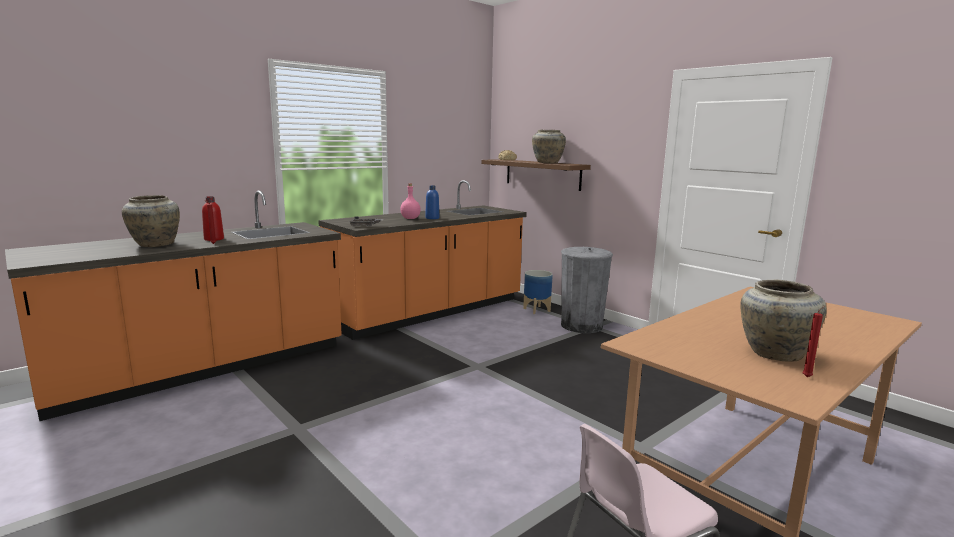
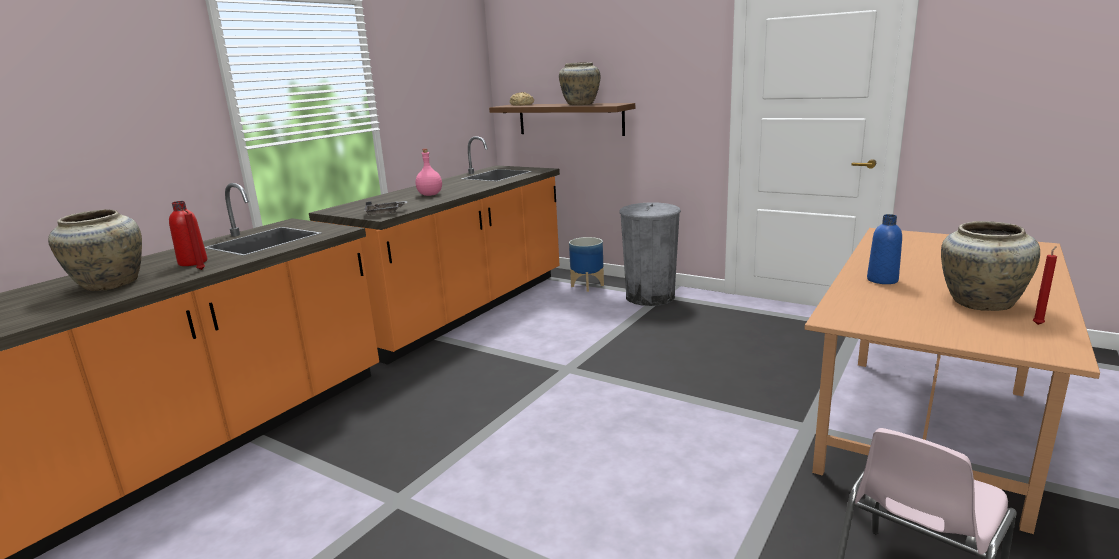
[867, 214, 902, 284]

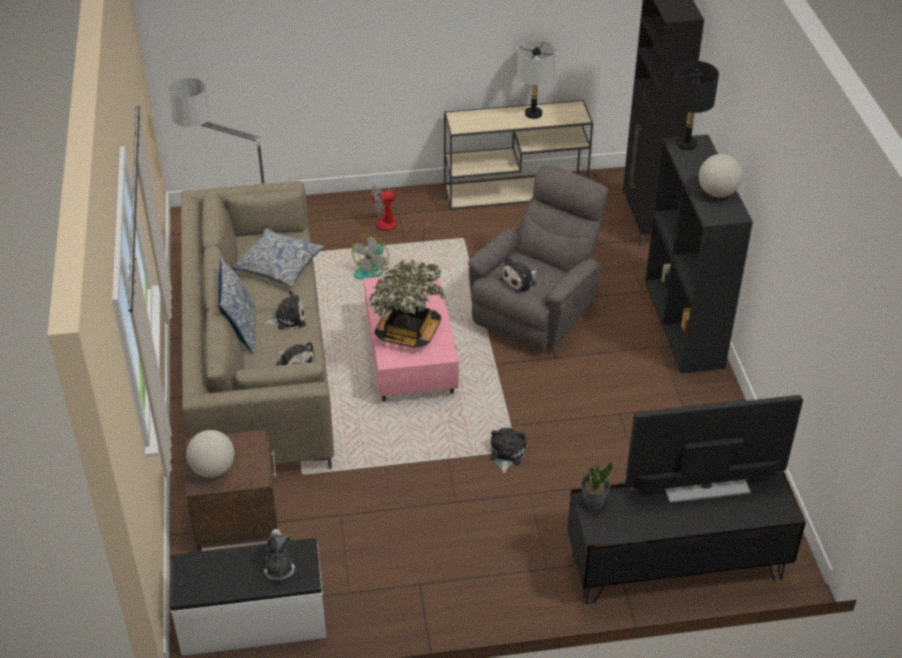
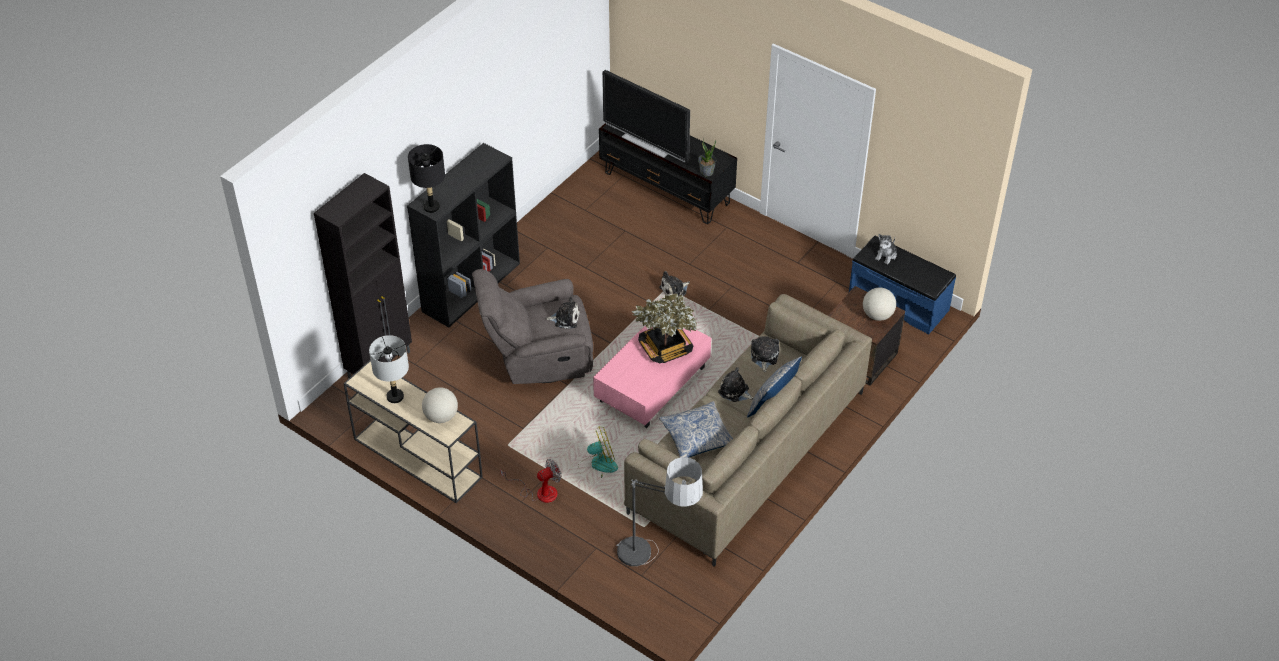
[422, 387, 458, 423]
[849, 235, 956, 334]
[500, 459, 561, 503]

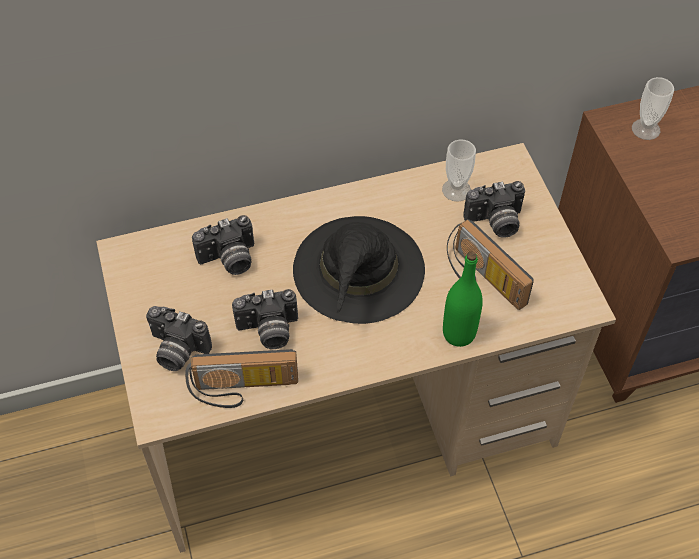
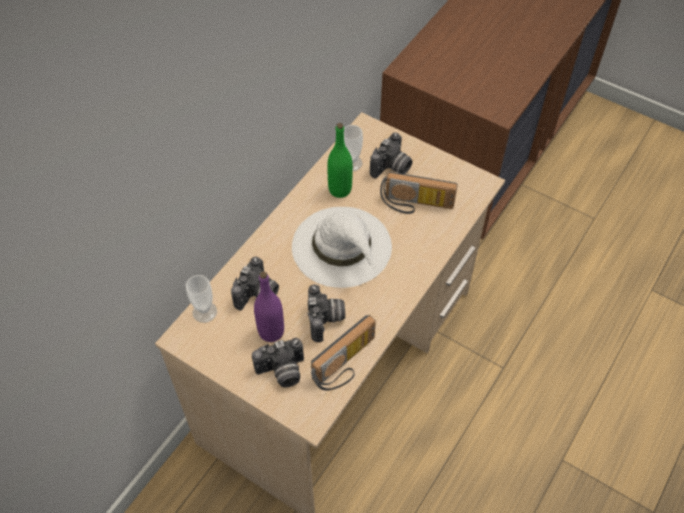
[254, 271, 284, 342]
[327, 123, 353, 198]
[186, 275, 217, 323]
[292, 207, 392, 288]
[308, 284, 345, 342]

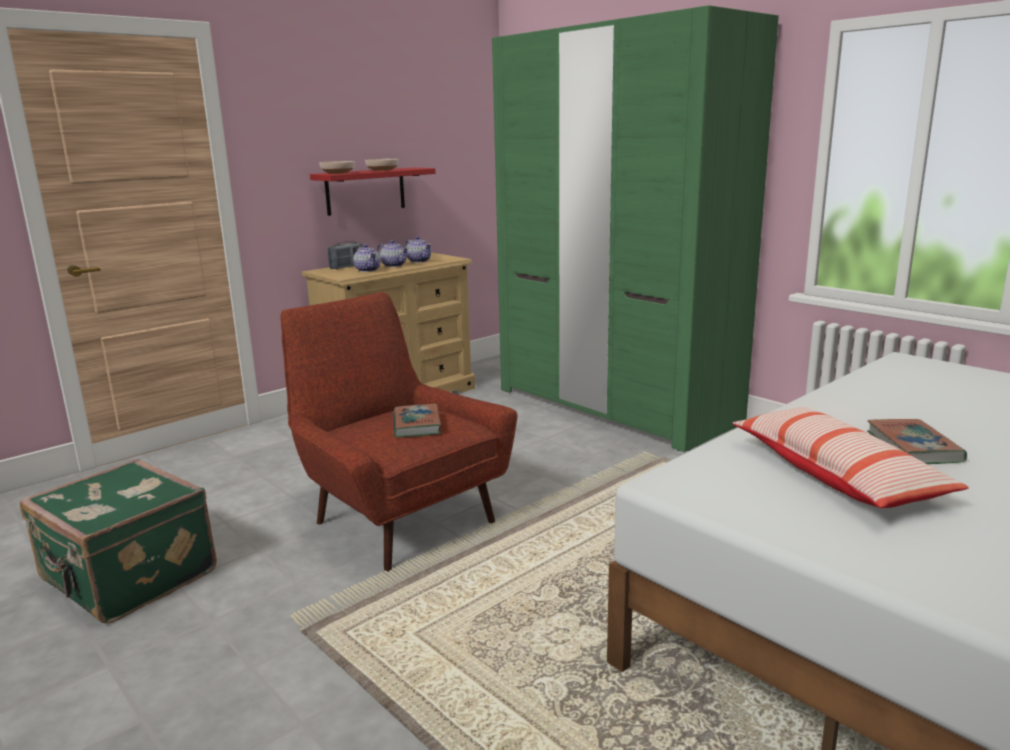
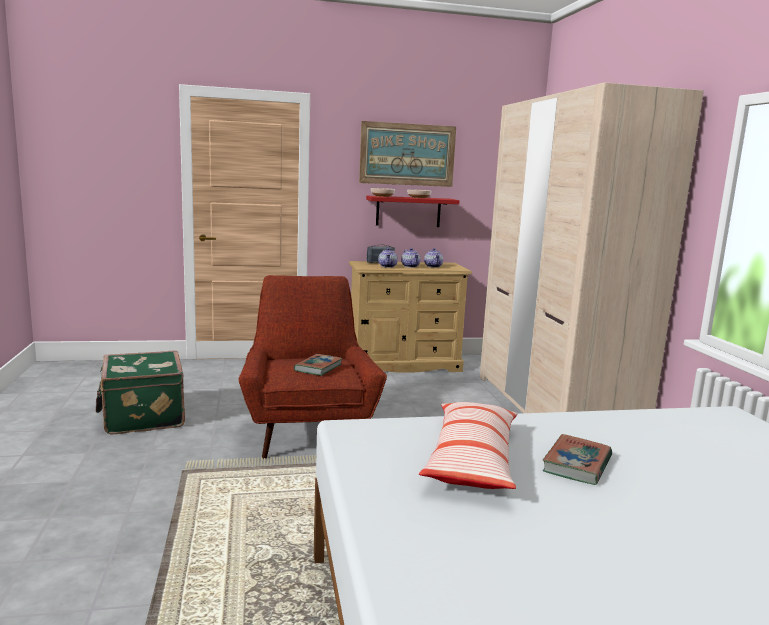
[359, 121, 456, 187]
[480, 82, 704, 413]

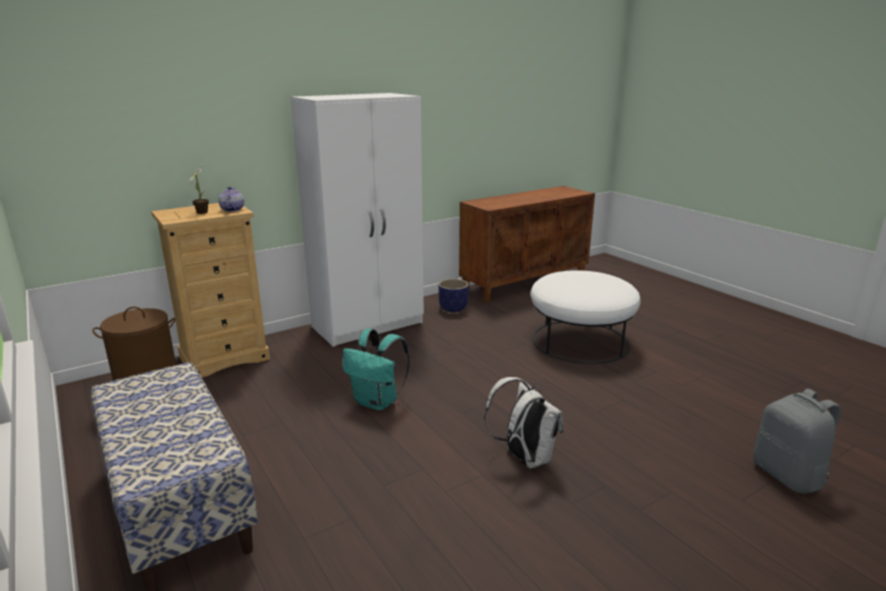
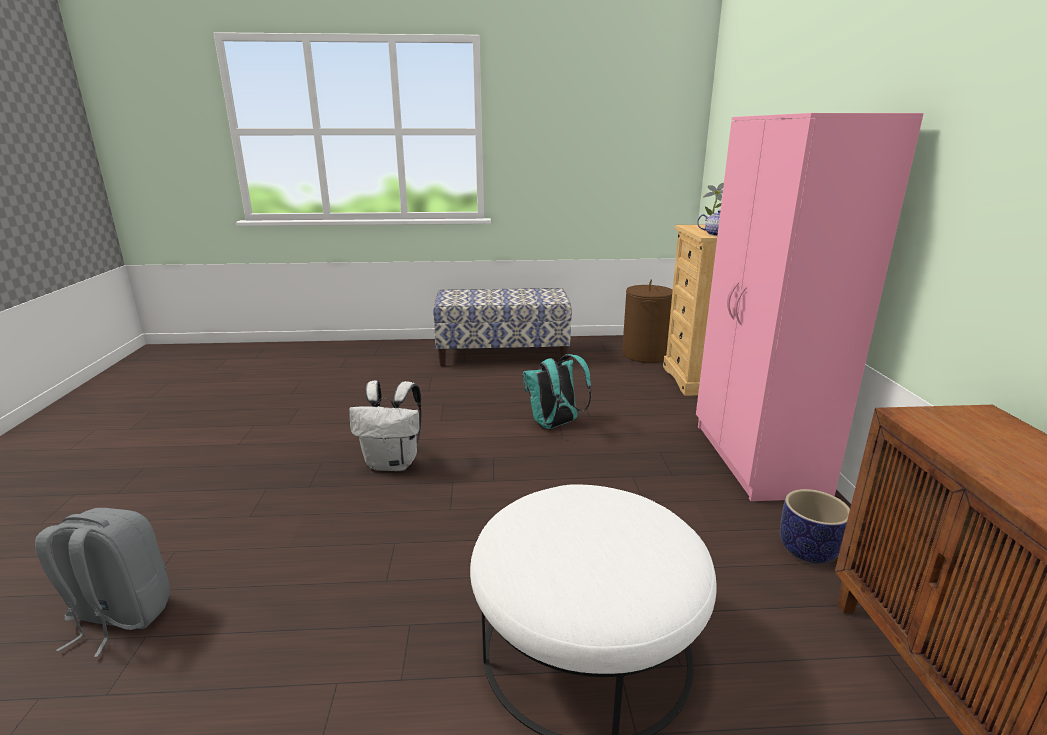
[696, 113, 924, 501]

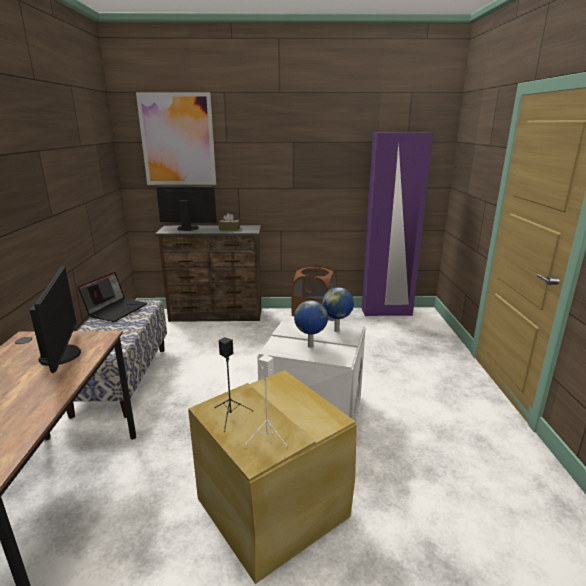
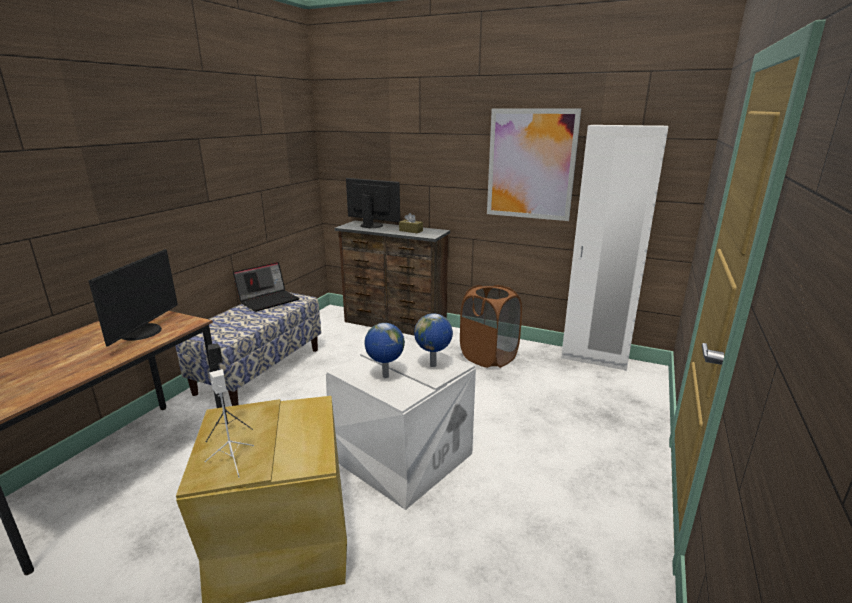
[487, 109, 581, 221]
[561, 125, 669, 371]

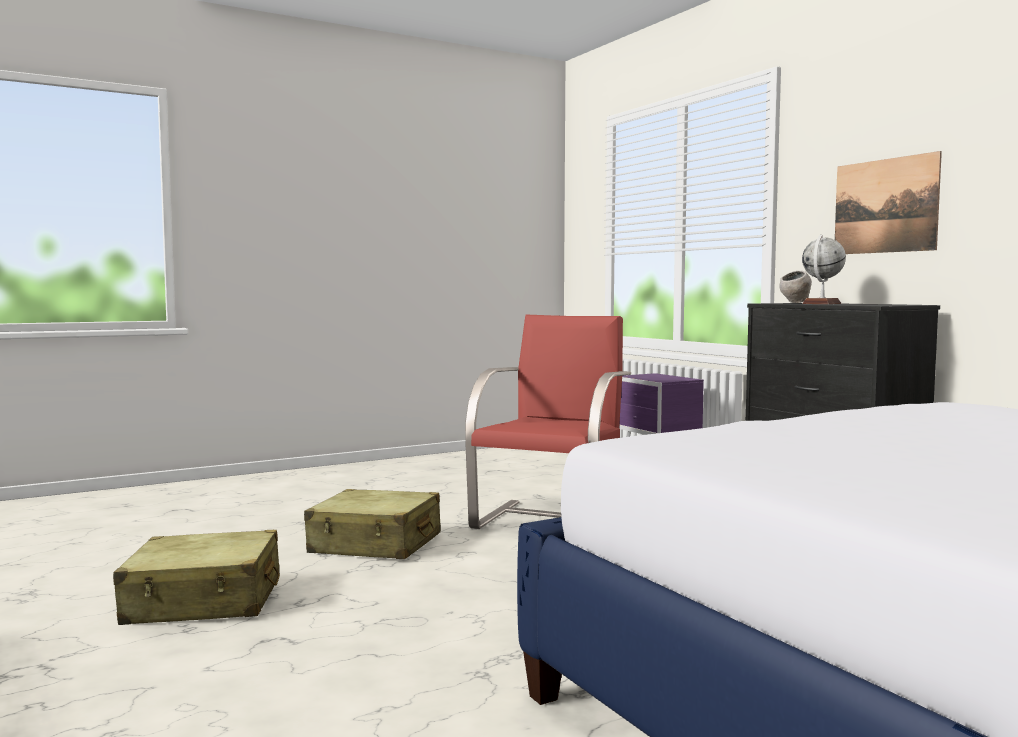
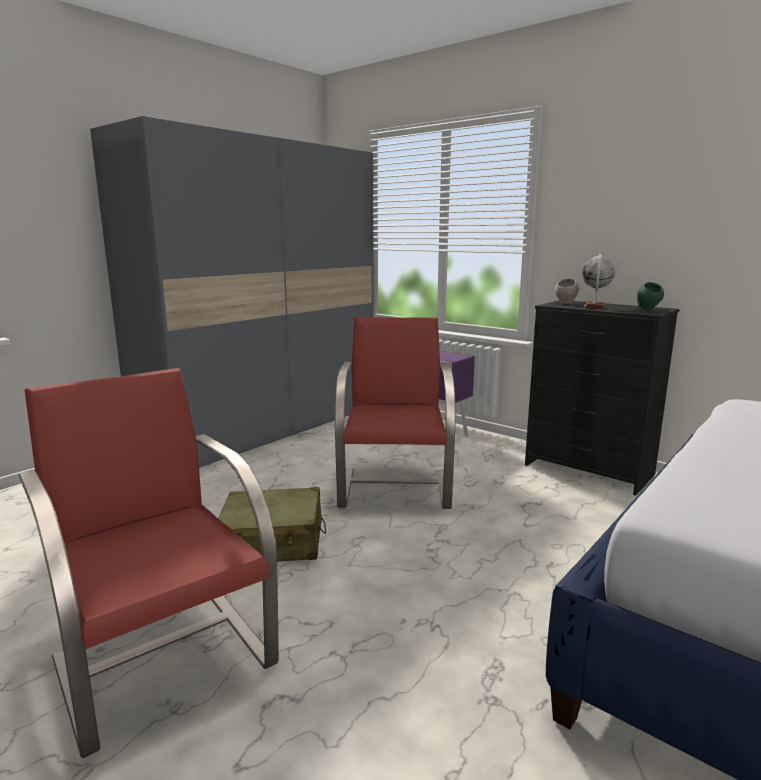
[835, 151, 942, 254] (first image)
[90, 116, 374, 468]
[637, 282, 664, 310]
[19, 368, 279, 758]

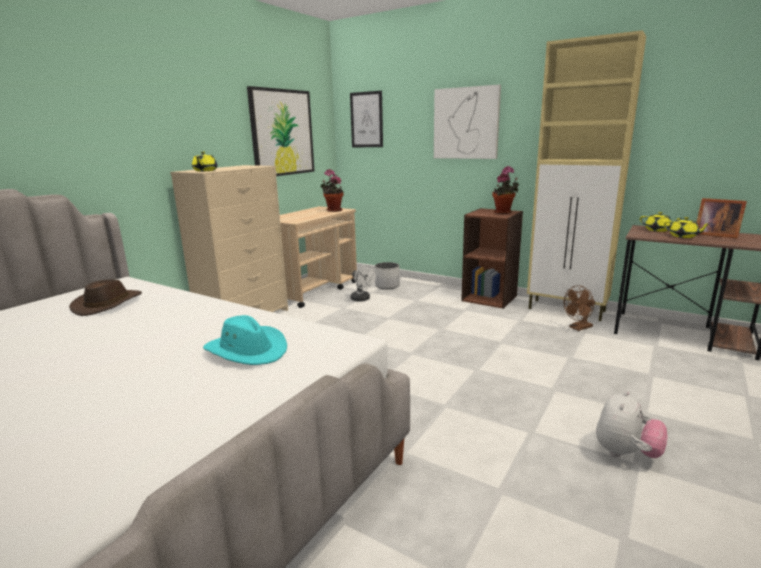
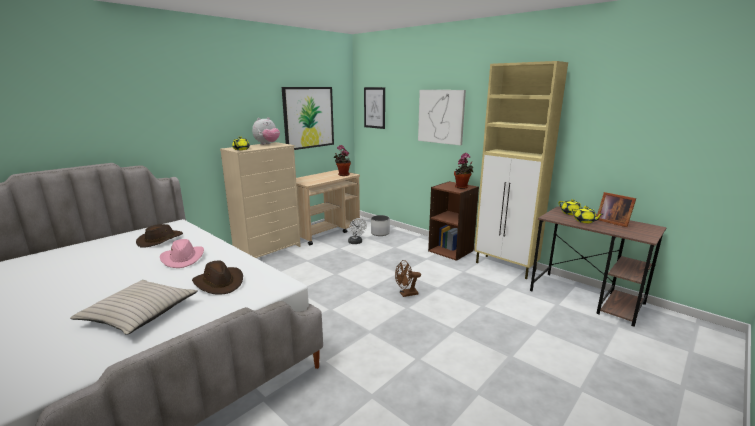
[70, 280, 198, 335]
[160, 239, 204, 268]
[395, 260, 421, 297]
[252, 117, 280, 145]
[192, 261, 243, 295]

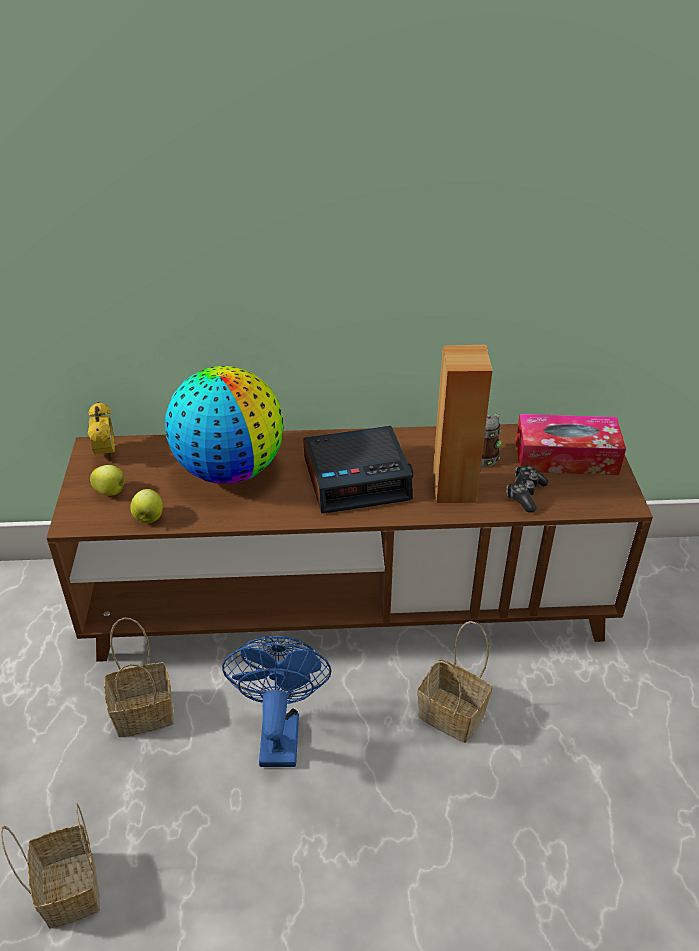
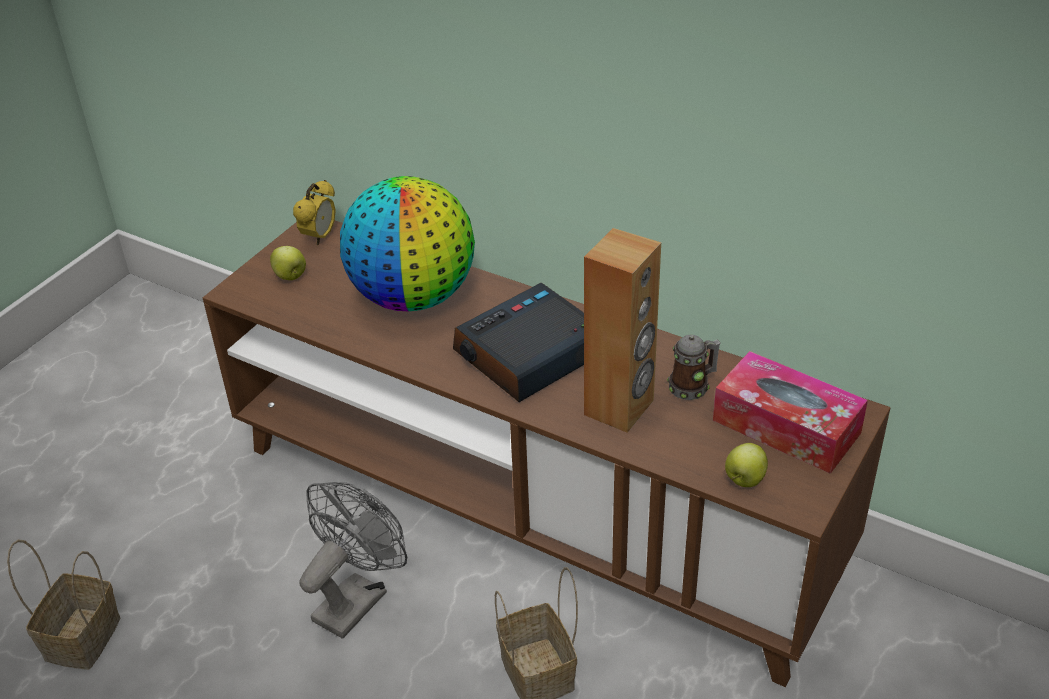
[104, 618, 174, 737] (first image)
[506, 465, 548, 513] (first image)
[725, 443, 768, 487]
[299, 482, 407, 639]
[453, 283, 584, 402]

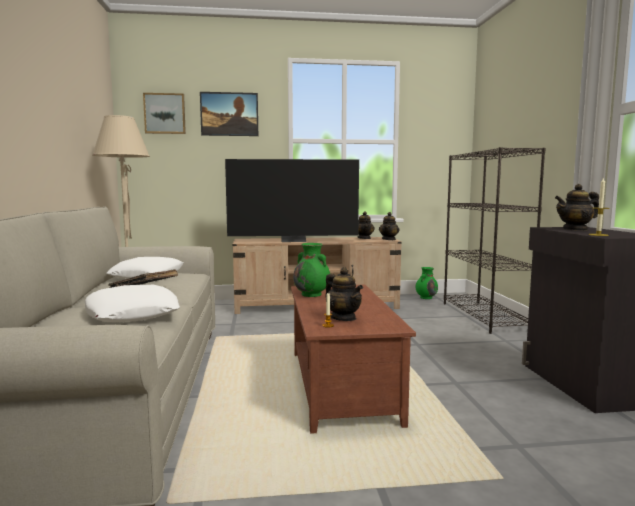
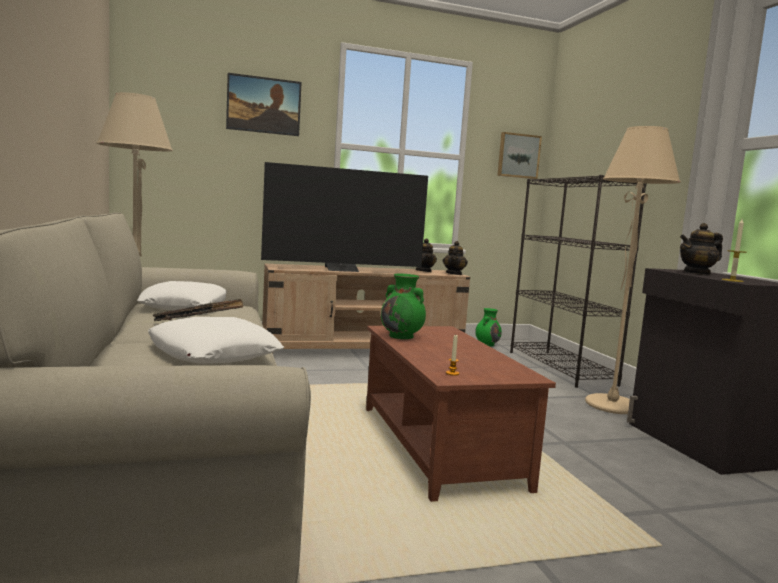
[325, 267, 363, 321] (first image)
[585, 126, 681, 414]
[497, 132, 542, 179]

